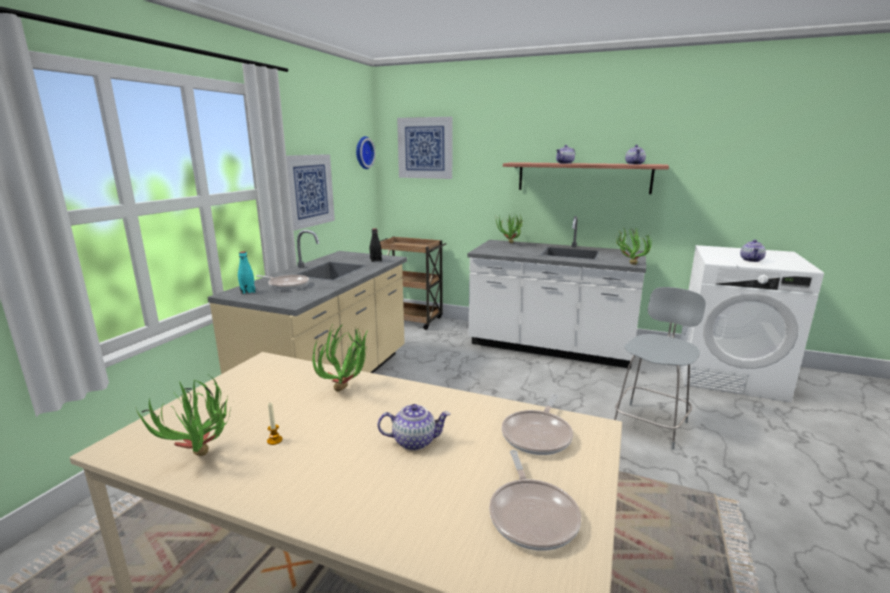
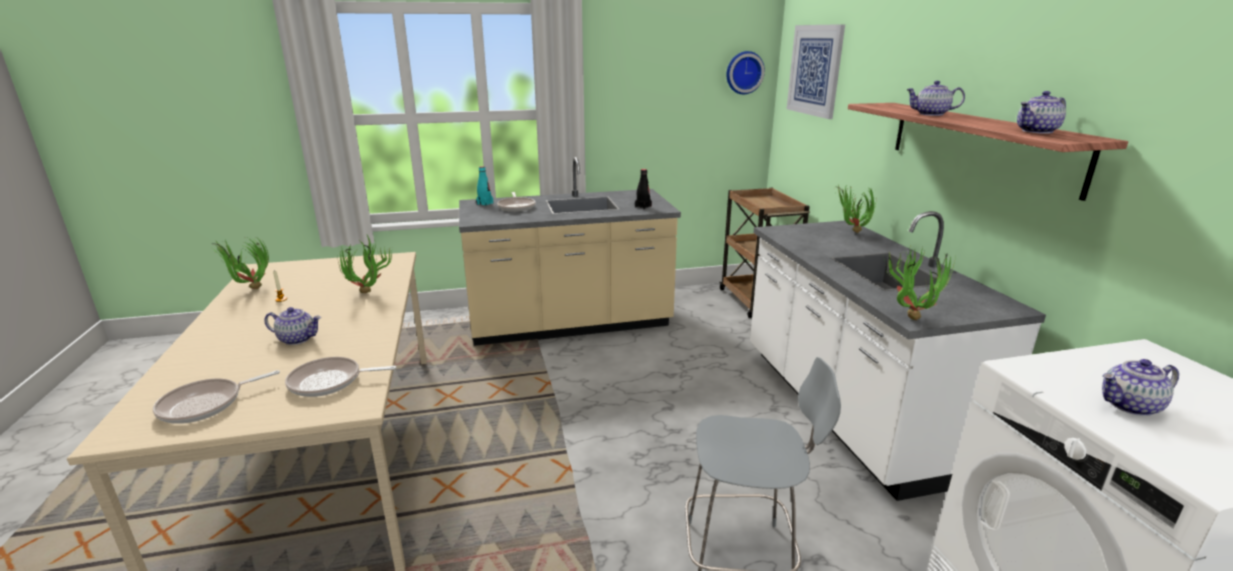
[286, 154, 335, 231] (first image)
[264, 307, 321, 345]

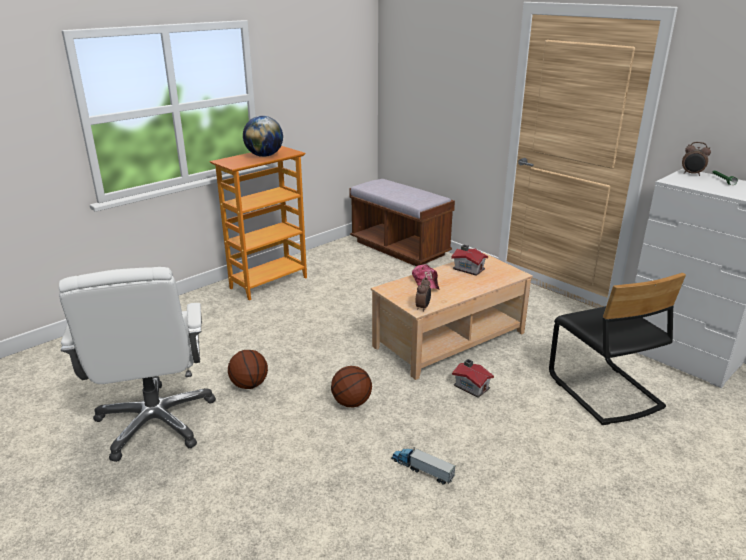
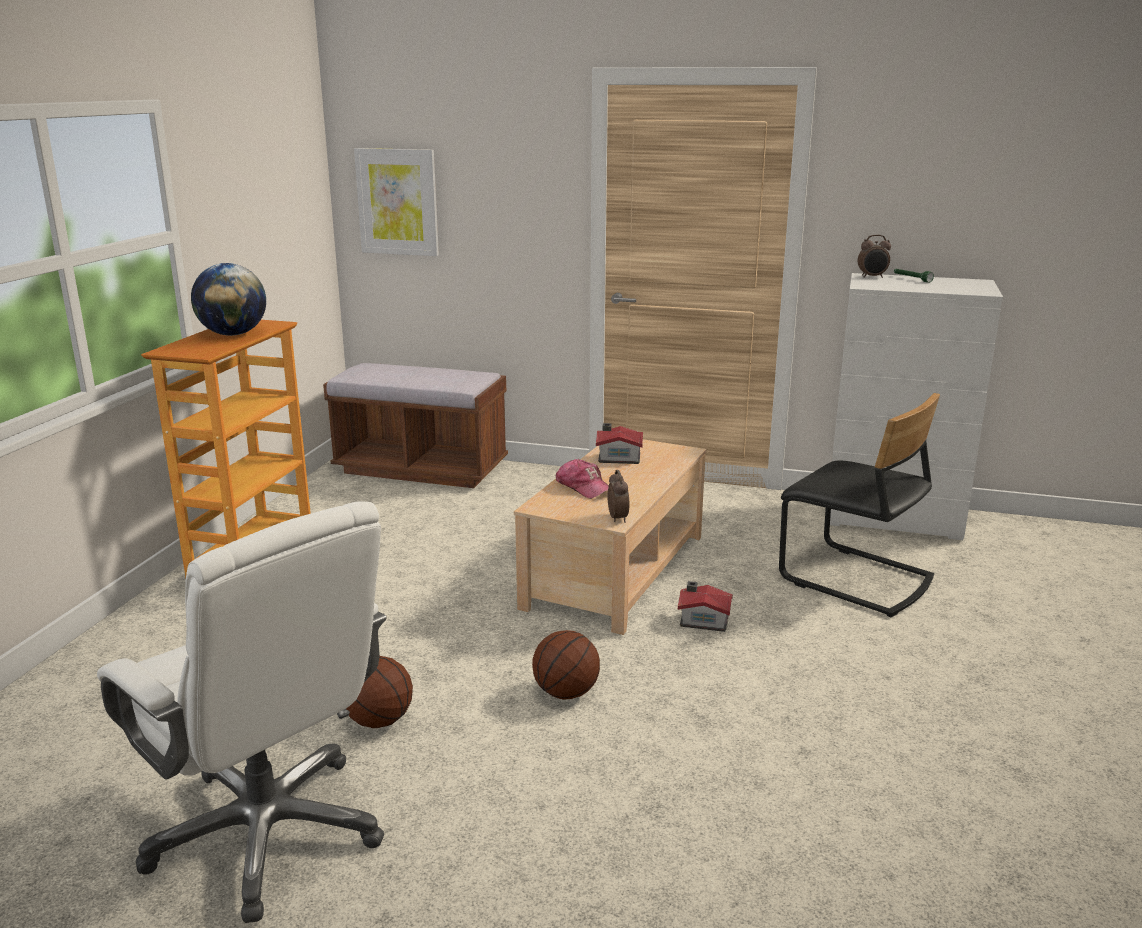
[391, 447, 455, 485] (first image)
[354, 148, 439, 256]

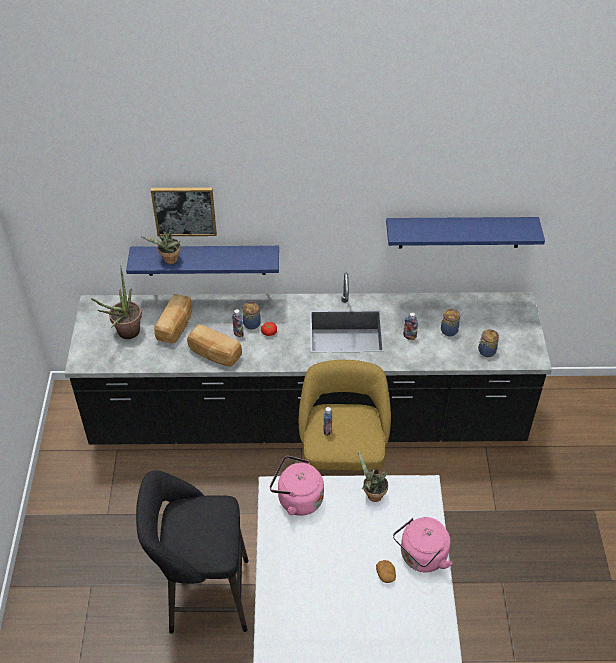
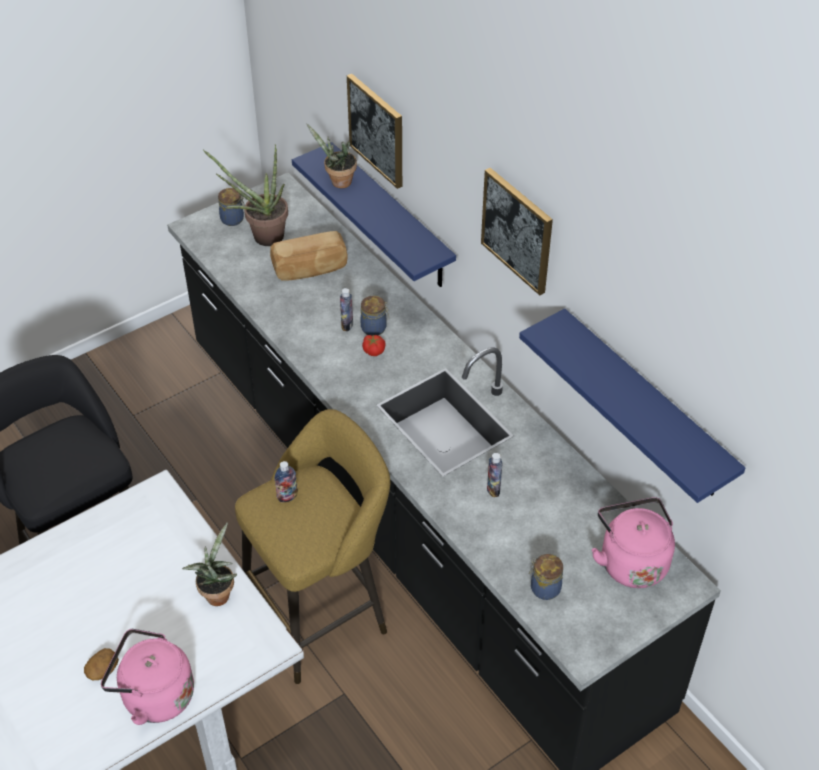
[187, 324, 242, 367] (first image)
[481, 168, 553, 295]
[592, 497, 675, 588]
[218, 188, 245, 226]

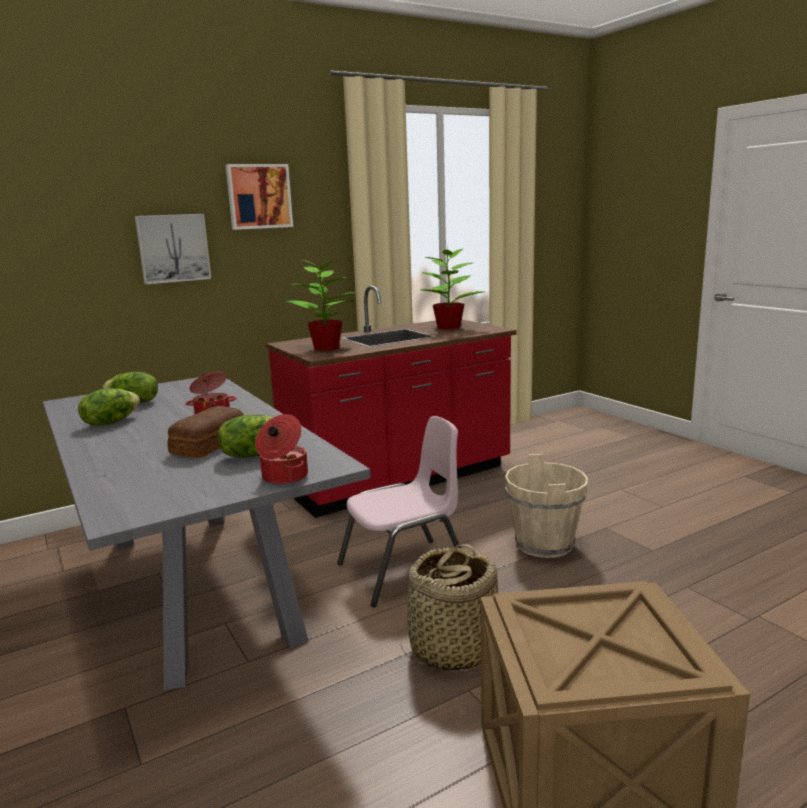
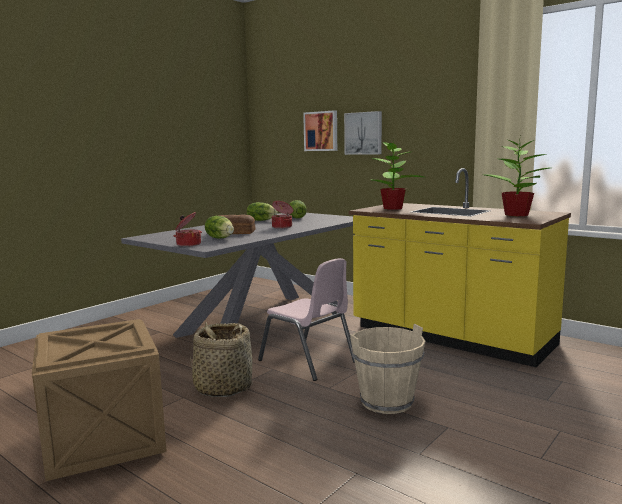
[303, 110, 337, 151]
[349, 168, 571, 367]

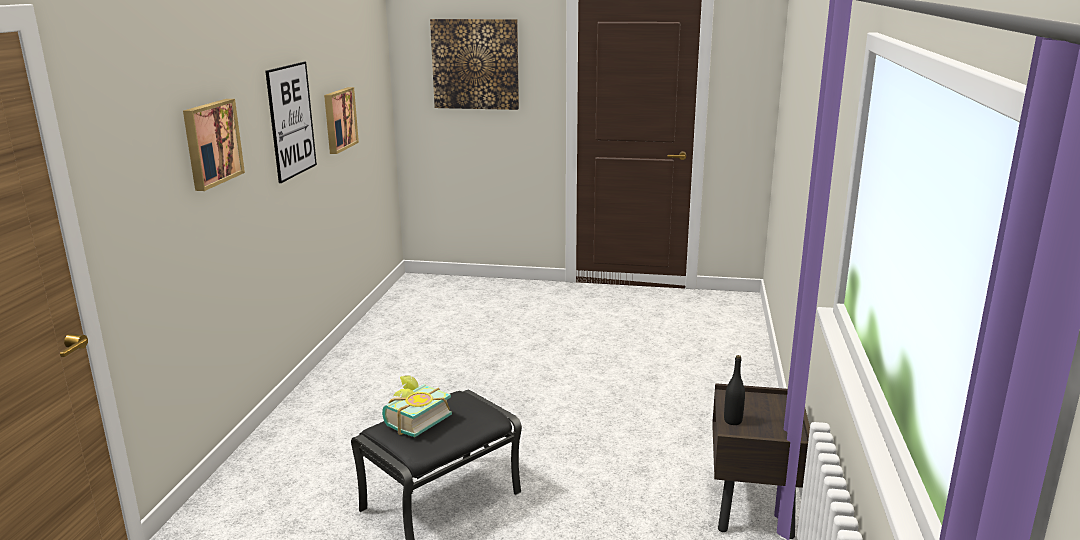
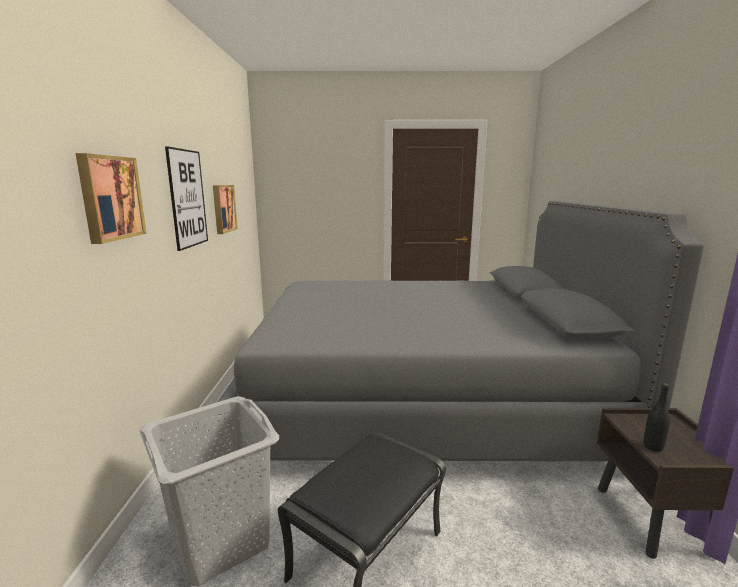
[382, 376, 452, 437] (first image)
[430, 19, 519, 110] (first image)
[139, 396, 279, 586]
[218, 201, 704, 461]

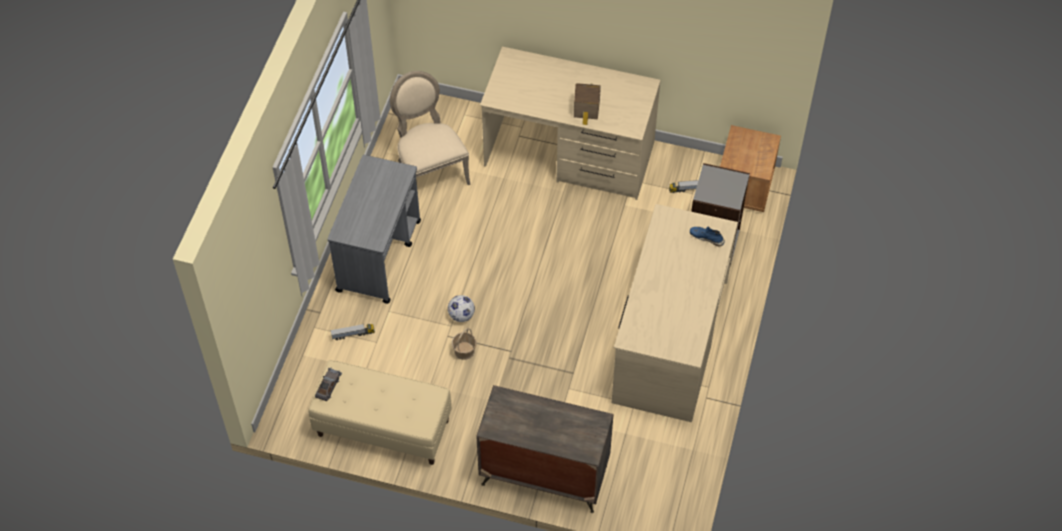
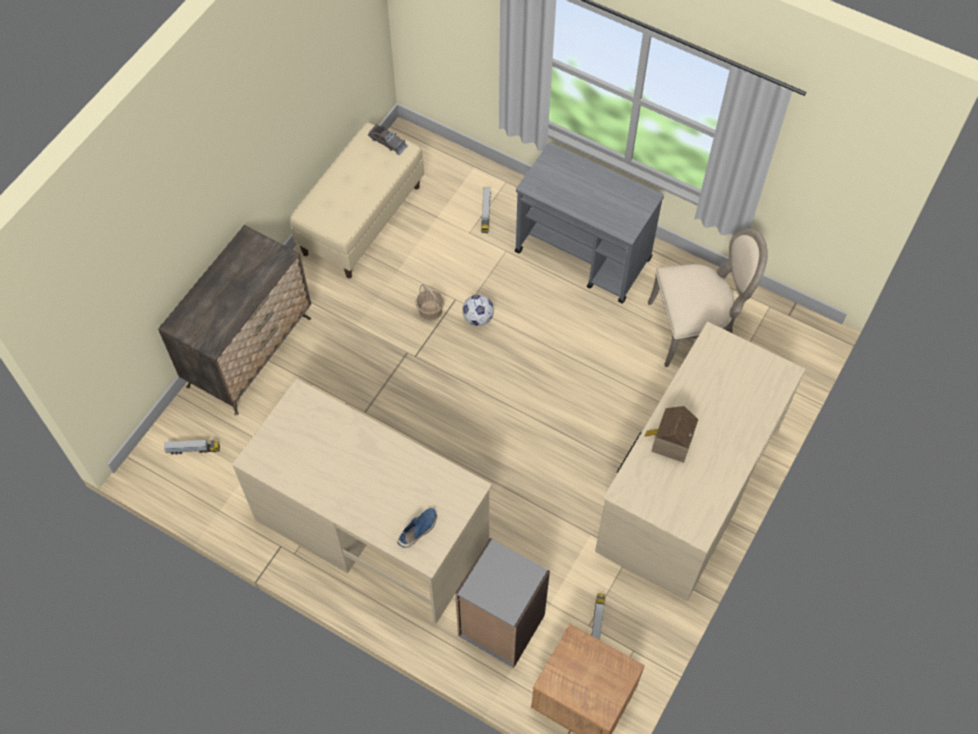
[164, 440, 220, 455]

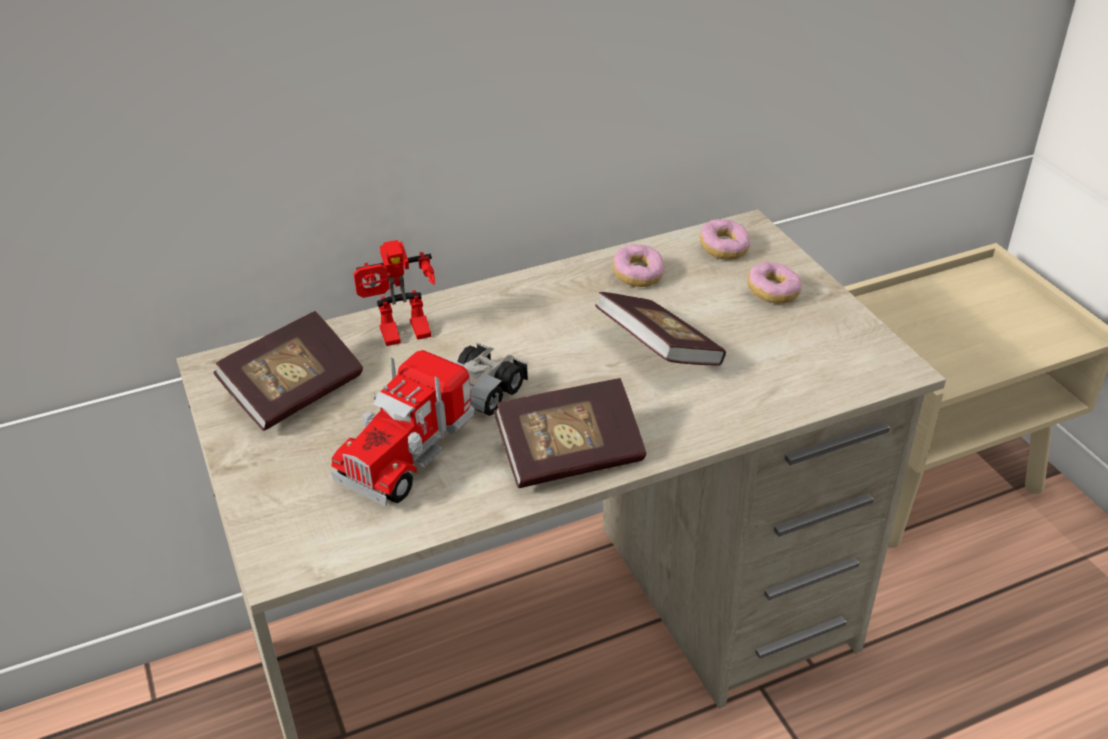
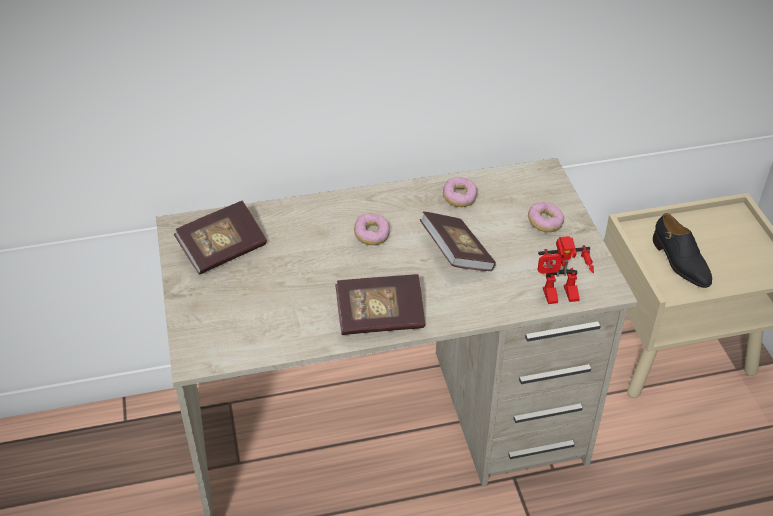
[331, 342, 528, 507] (first image)
[653, 213, 712, 288]
[537, 236, 594, 304]
[354, 213, 390, 245]

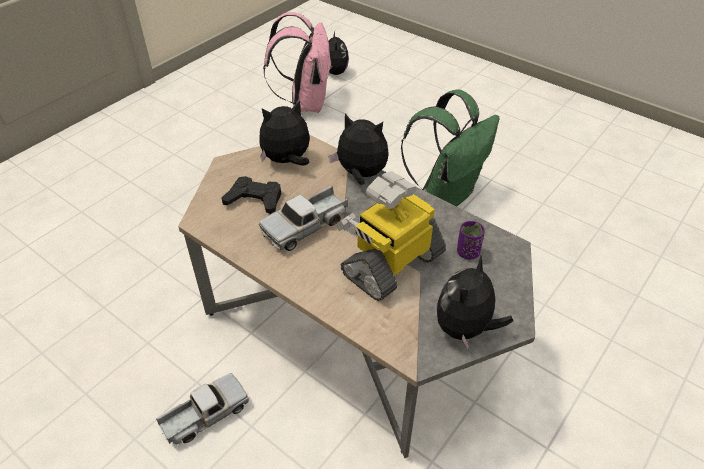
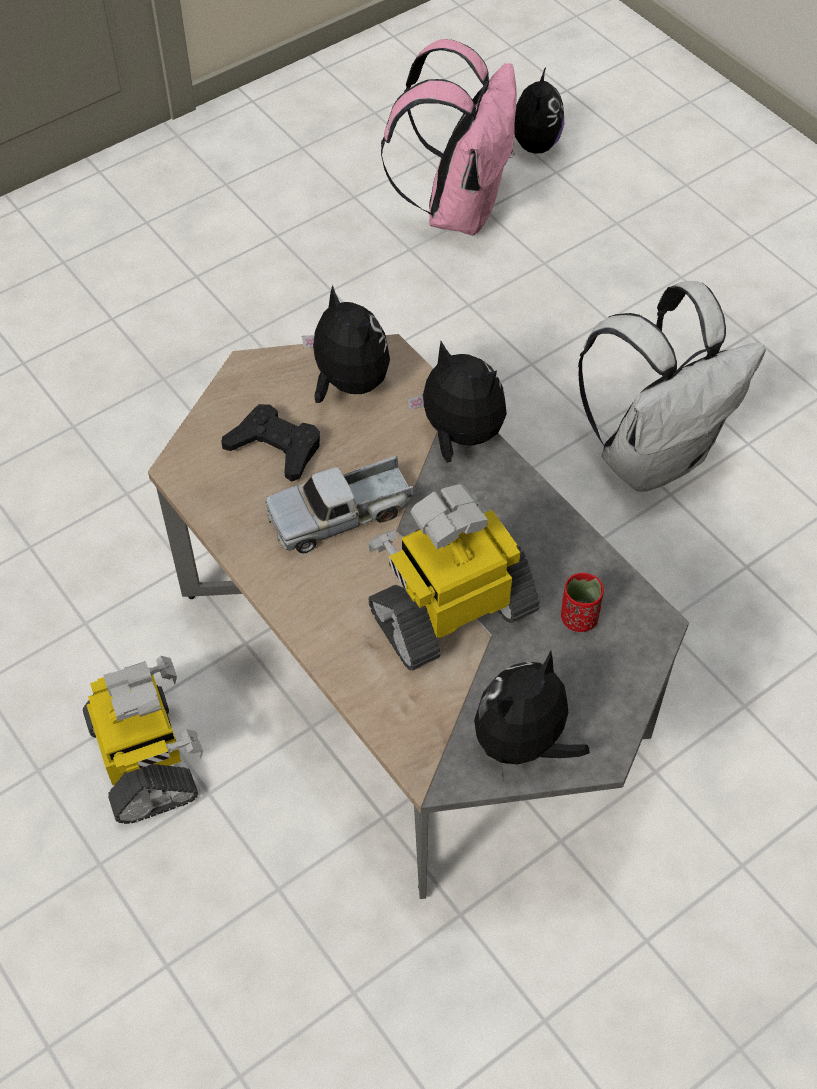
[83, 656, 203, 824]
[578, 281, 766, 491]
[561, 573, 604, 632]
[302, 284, 390, 403]

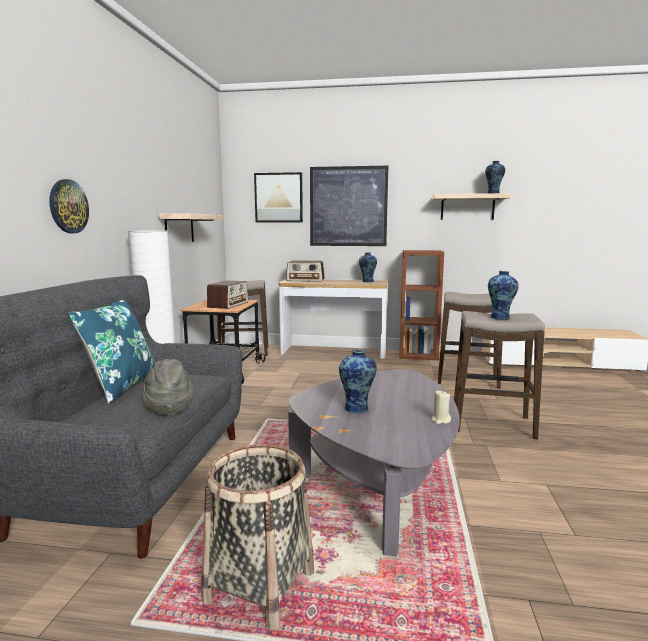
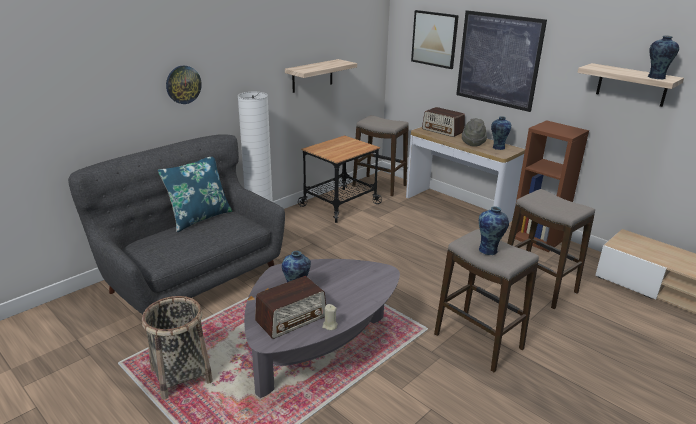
[462, 118, 487, 147]
[255, 276, 326, 339]

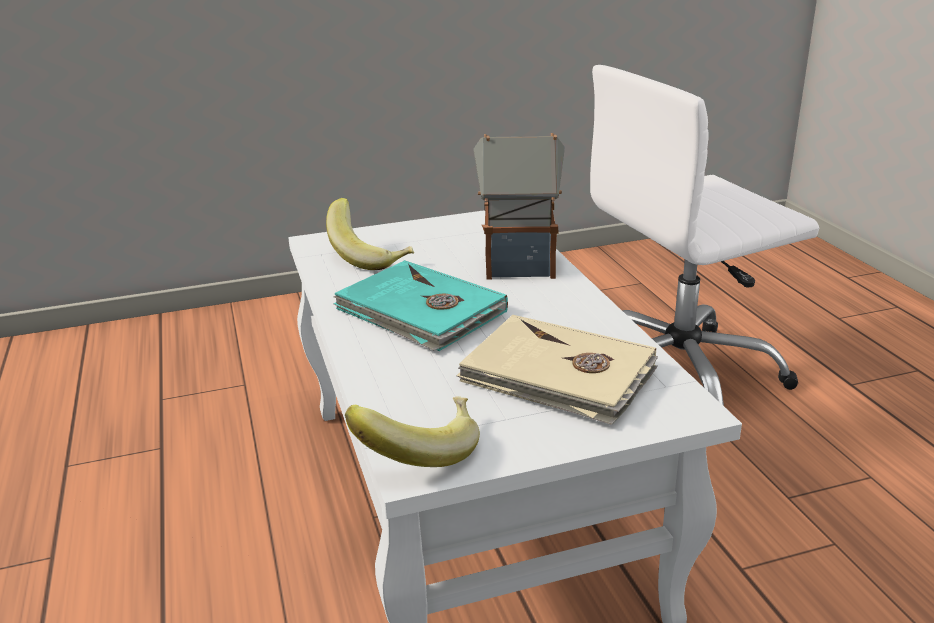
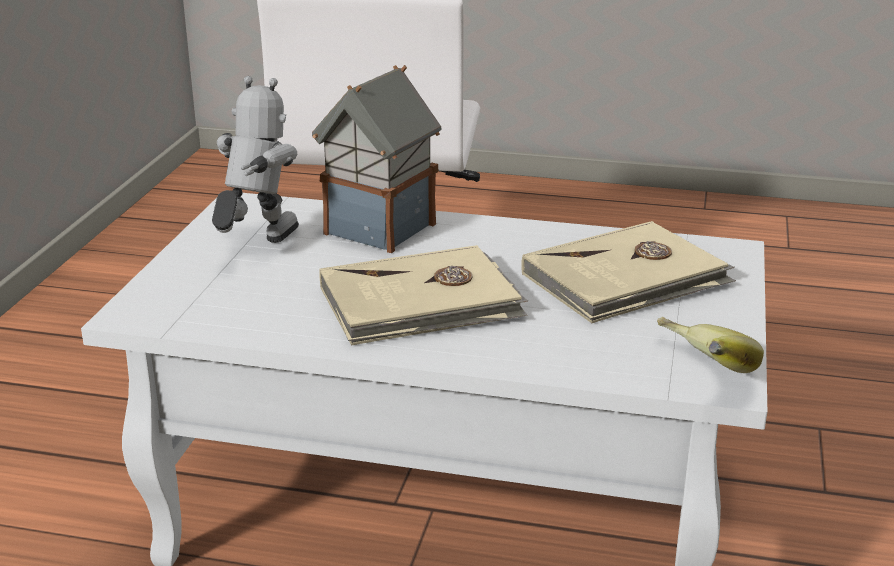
[326, 198, 414, 270] (first image)
[212, 76, 299, 243]
[319, 245, 528, 345]

